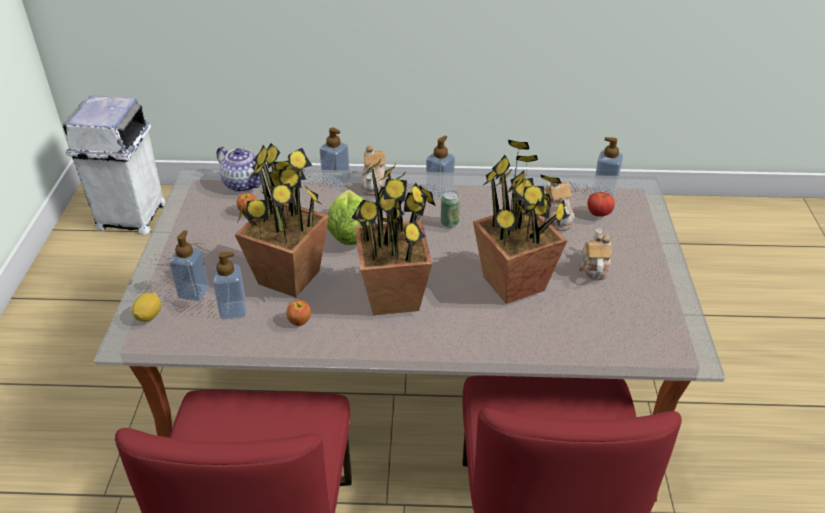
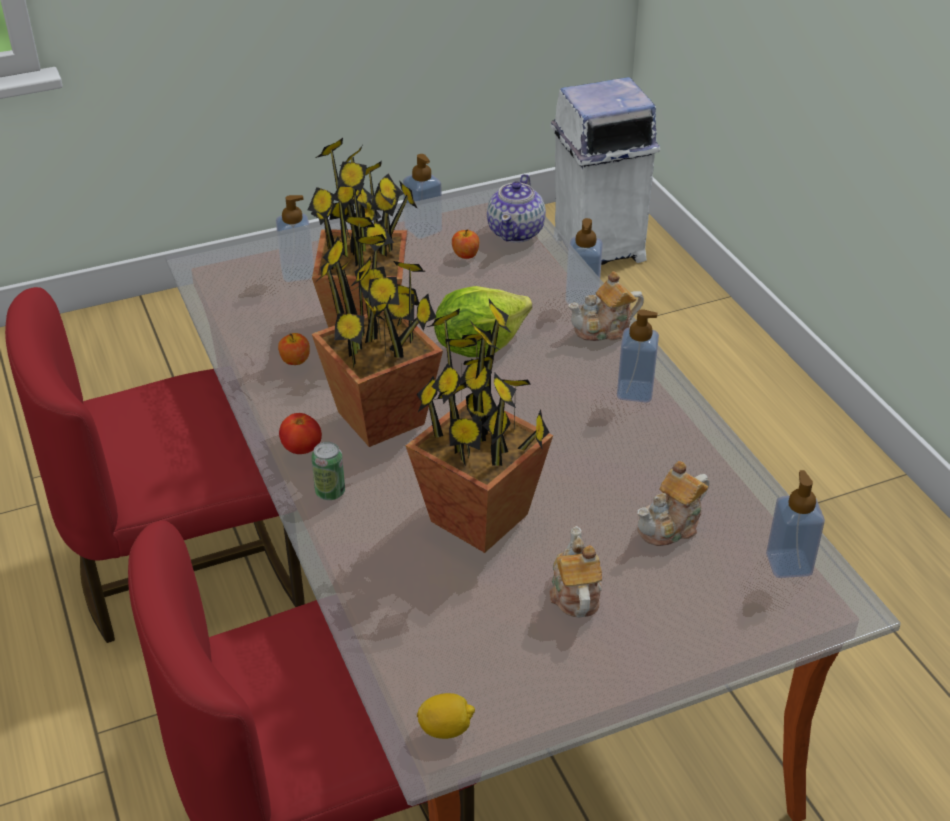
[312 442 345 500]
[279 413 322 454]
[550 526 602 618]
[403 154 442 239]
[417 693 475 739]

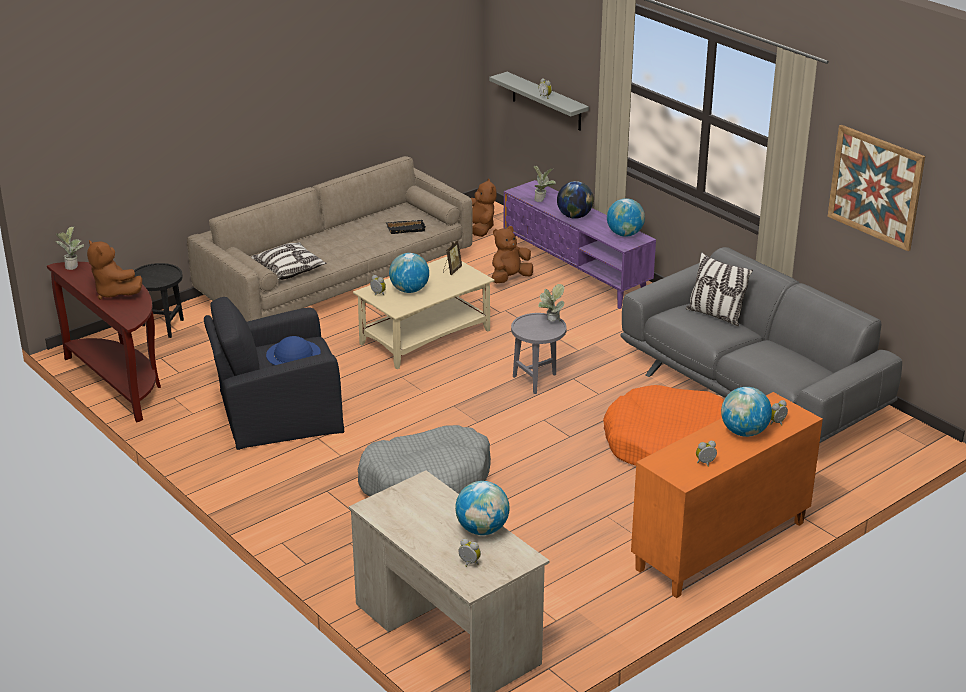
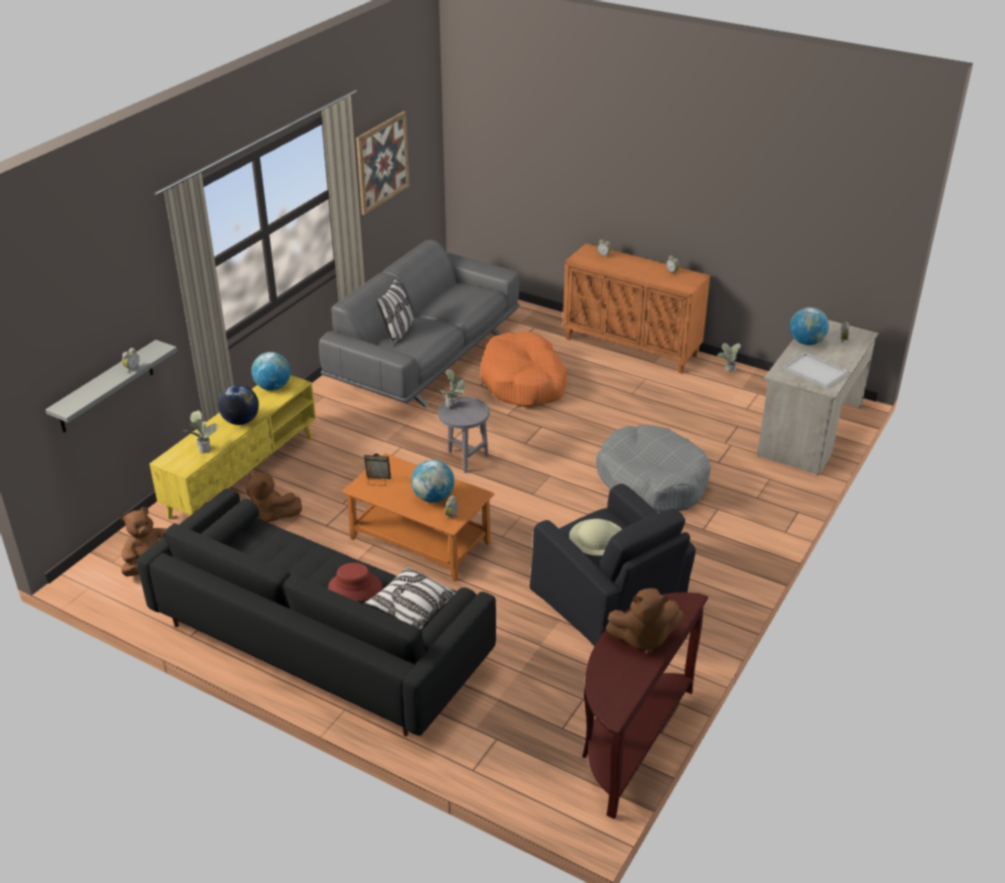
[137 488 496 736]
[150 375 316 519]
[386 220 426 234] (first image)
[717 343 741 374]
[606 588 684 655]
[342 453 494 581]
[134 263 184 338] (first image)
[569 519 622 556]
[721 387 772 437] (first image)
[784 352 848 389]
[328 563 382 601]

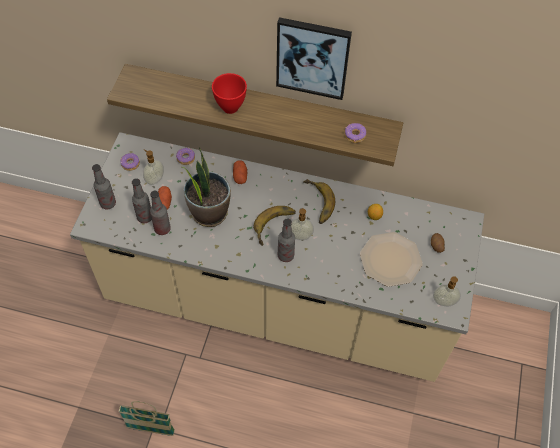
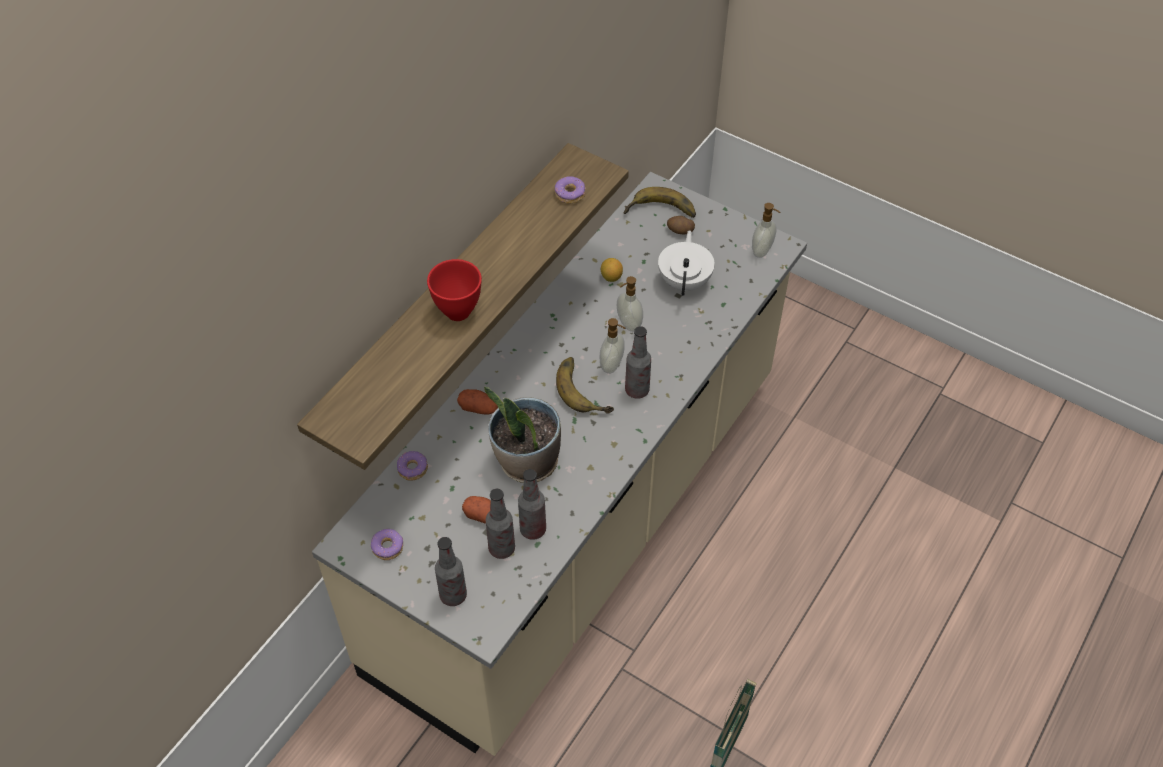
[276 17 352 100] (first image)
[617 276 643 332]
[624 187 696 218]
[658 230 715 296]

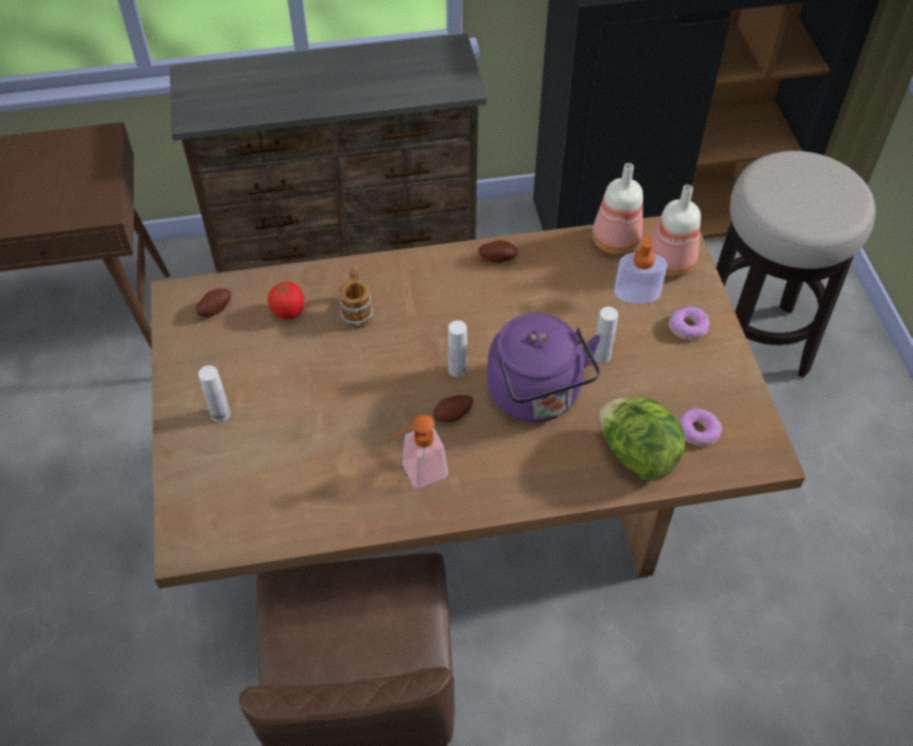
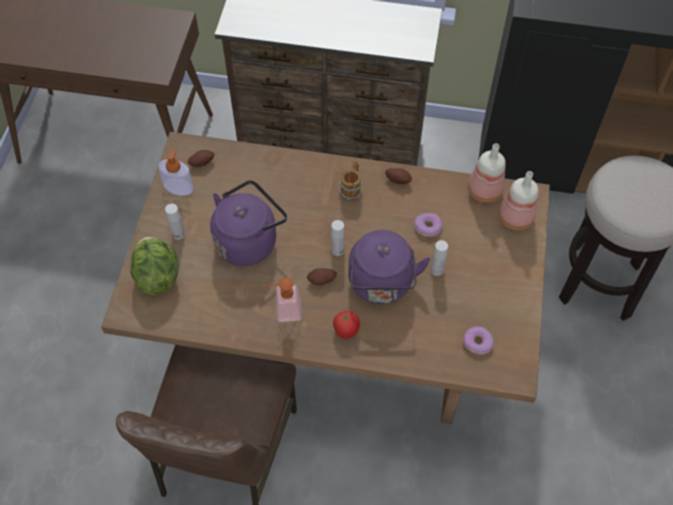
[158 149 193 196]
[339 160 362 202]
[333 311 360 339]
[414 213 442 237]
[130 237 178 295]
[210 180 287 266]

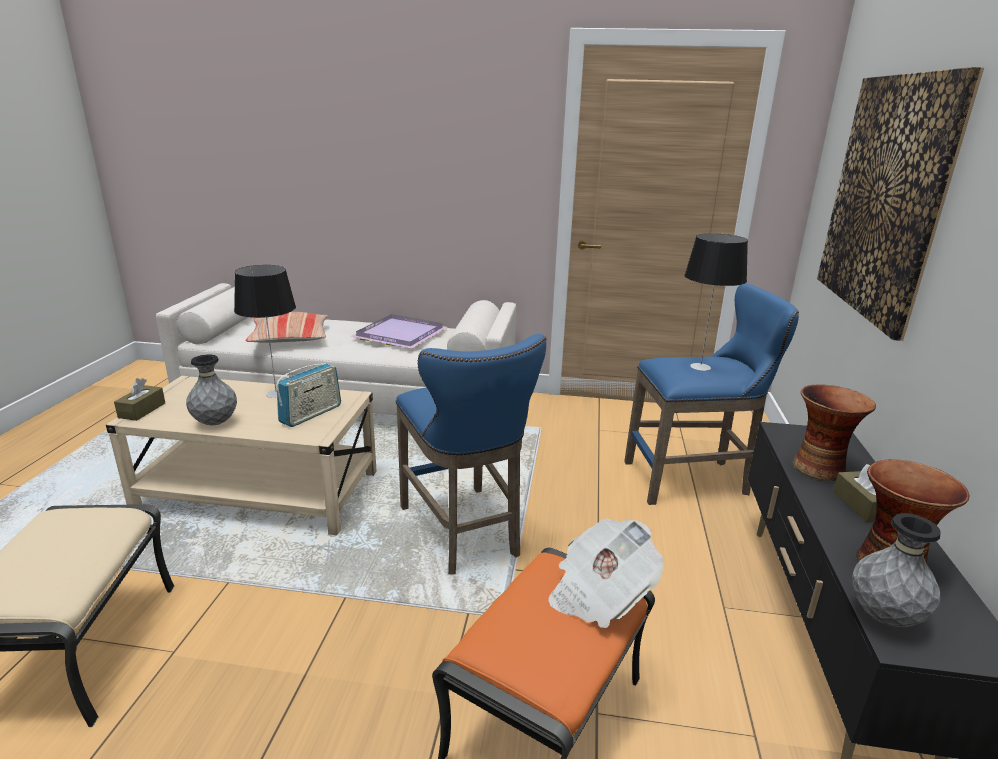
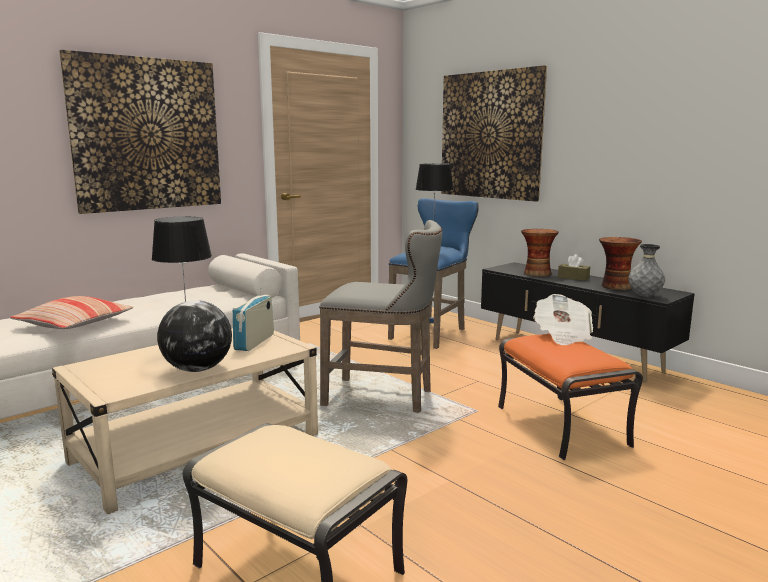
[350 314 448 349] (first image)
[319 220 442 413]
[157 300 232 372]
[233 288 274 351]
[114 378 165 421] (first image)
[59 50 221 214]

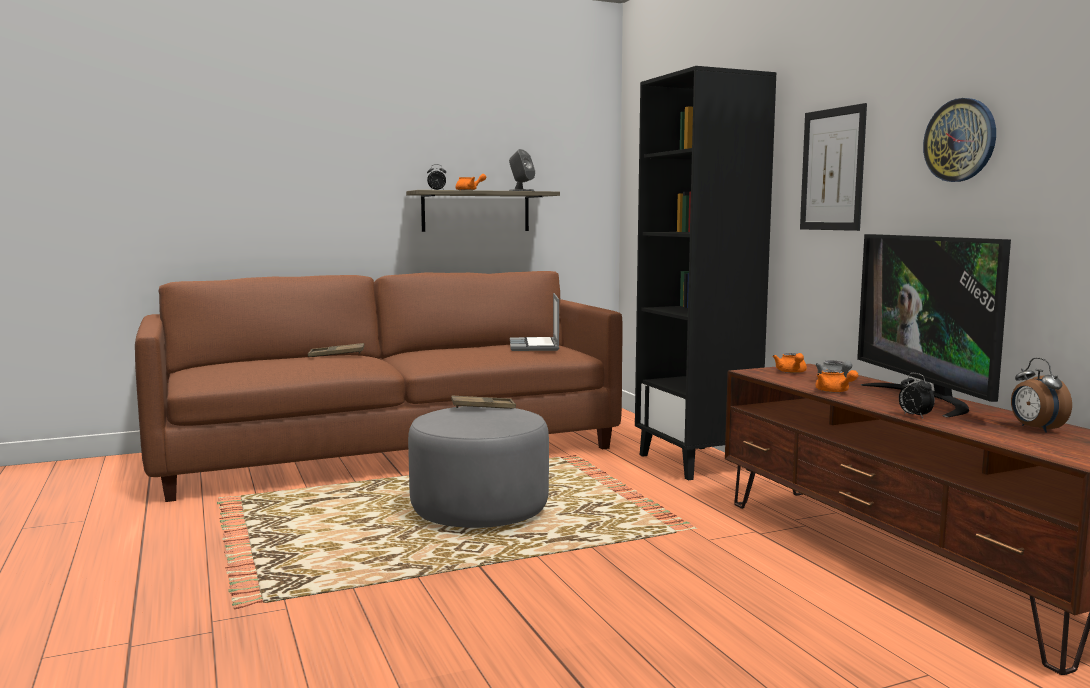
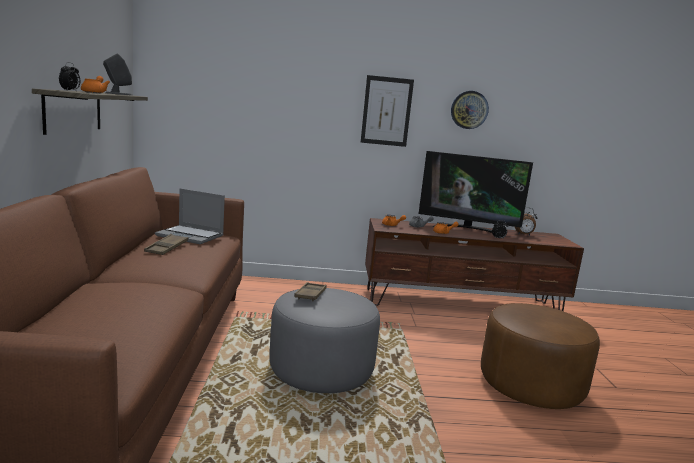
[635 66 776 481] (first image)
[144 234 188 255]
[481 303 600 409]

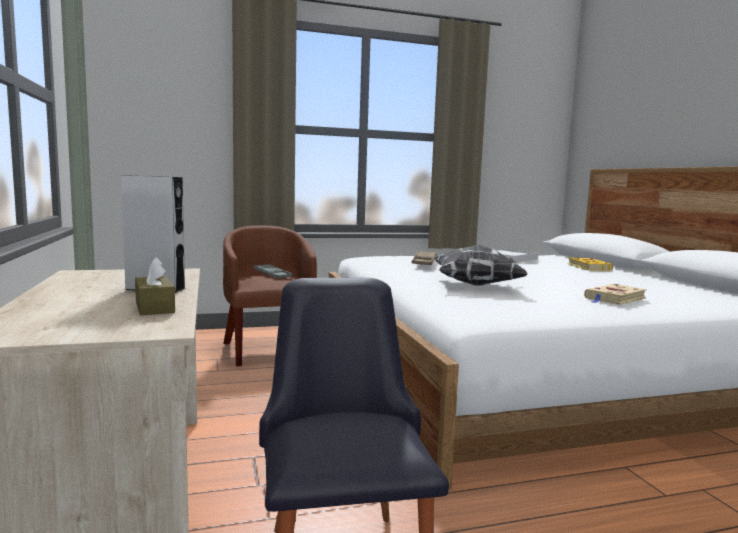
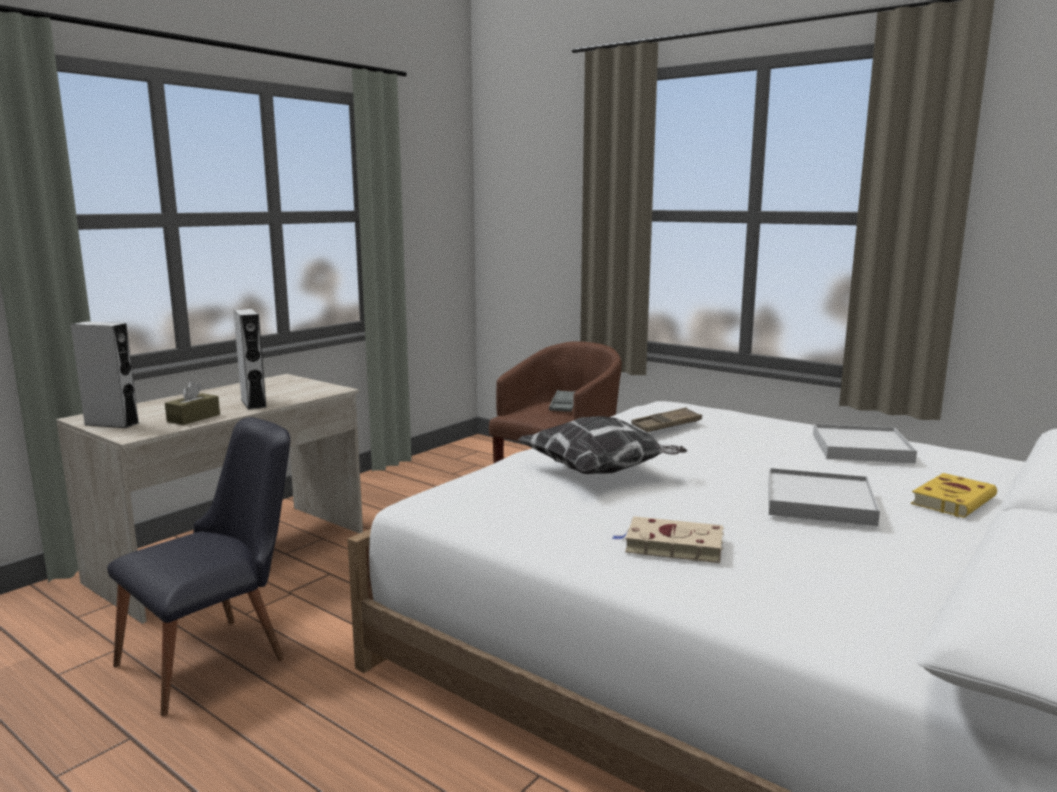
[71 321 139 428]
[768 468 880 526]

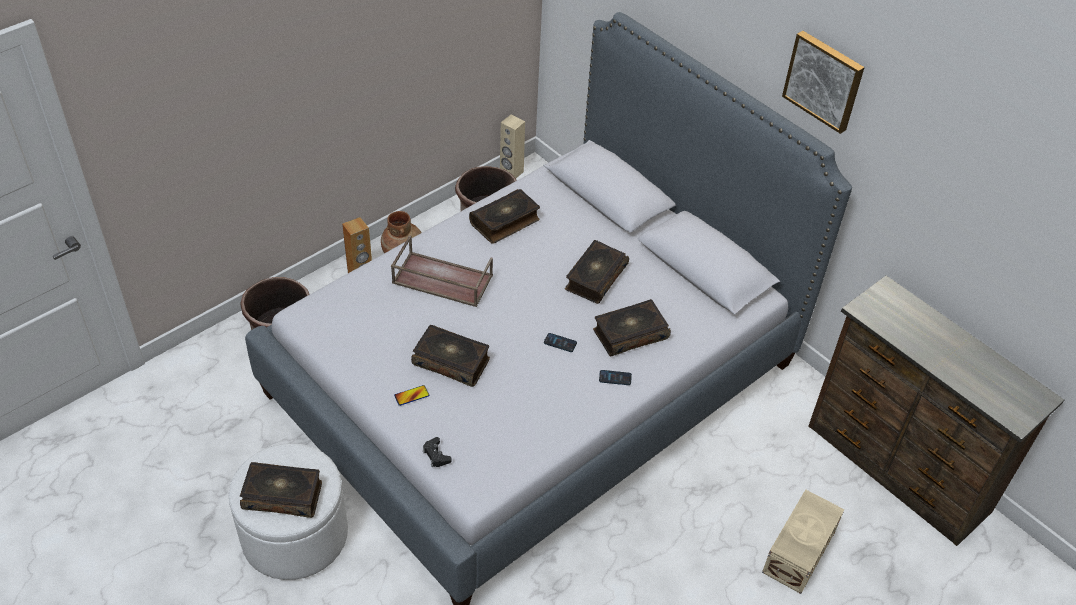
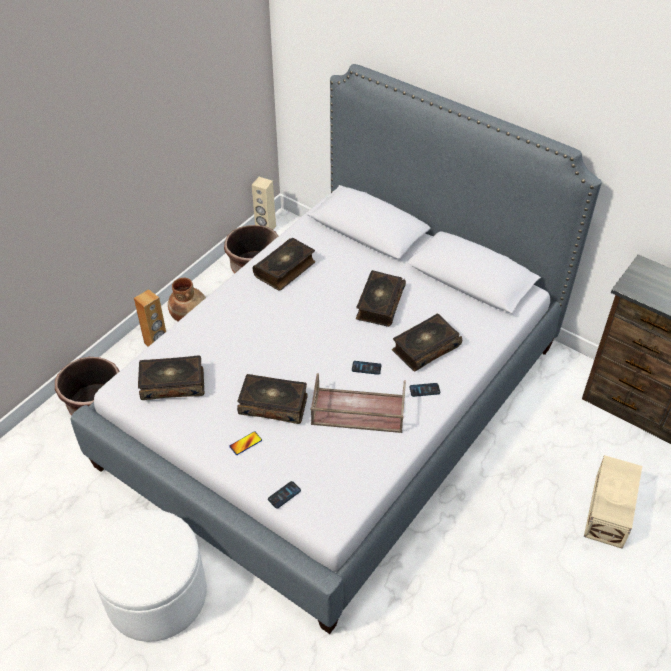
[782 31 865 134] (first image)
[311 373 406 433]
[268 481 301 509]
[138 355 204 400]

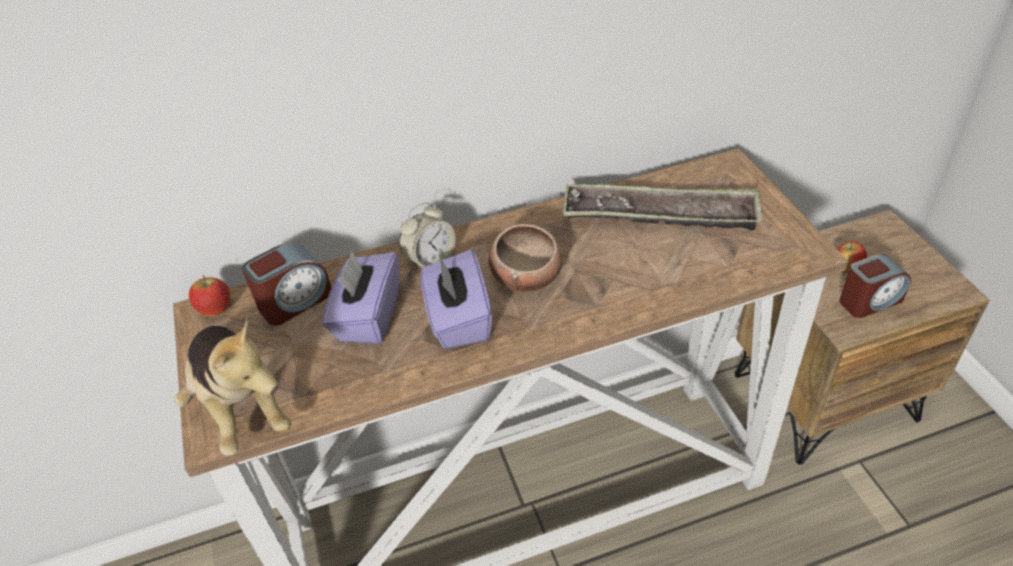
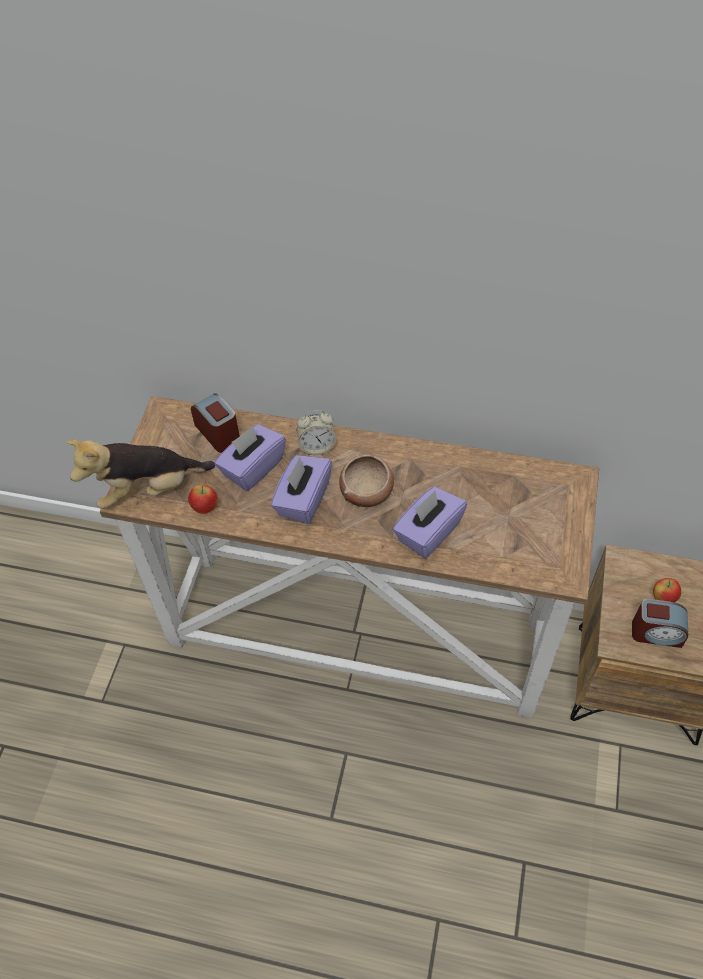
[563 184 763 230] (first image)
[191 393 240 453]
[188 485 218 514]
[66 440 215 508]
[393 487 467 558]

